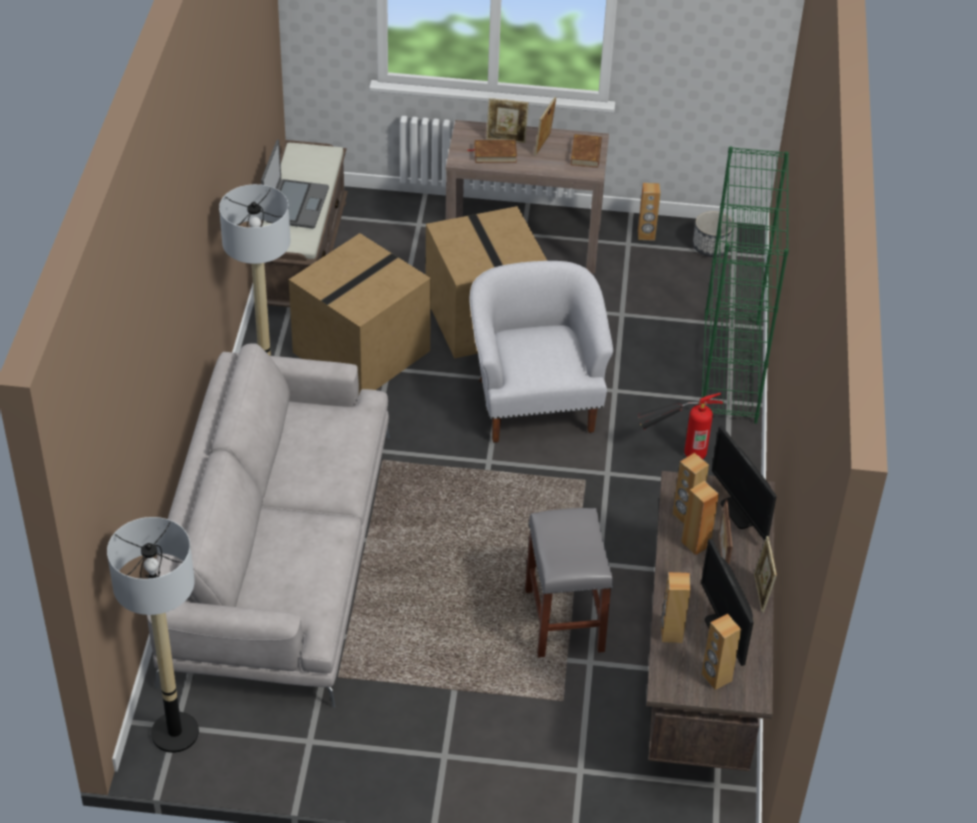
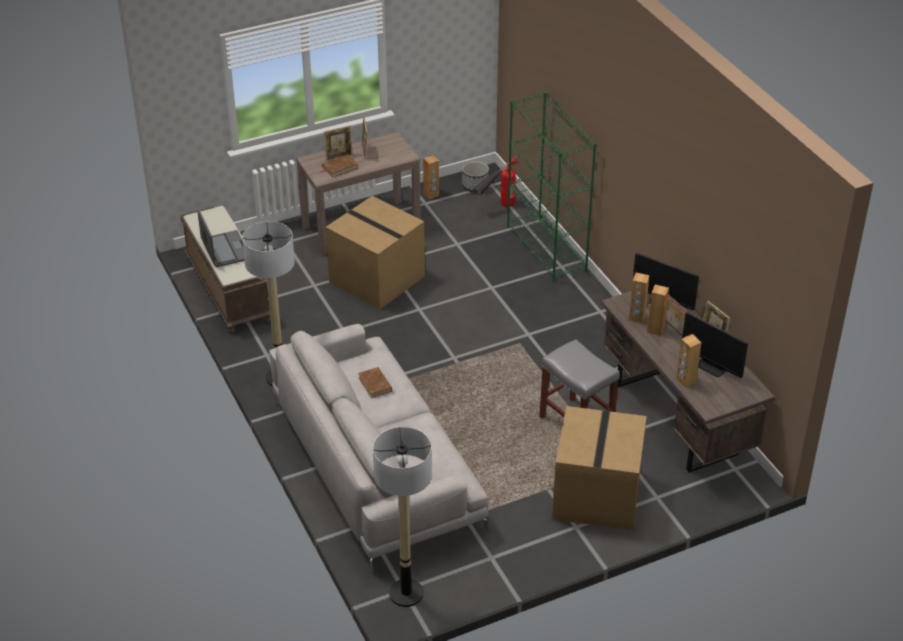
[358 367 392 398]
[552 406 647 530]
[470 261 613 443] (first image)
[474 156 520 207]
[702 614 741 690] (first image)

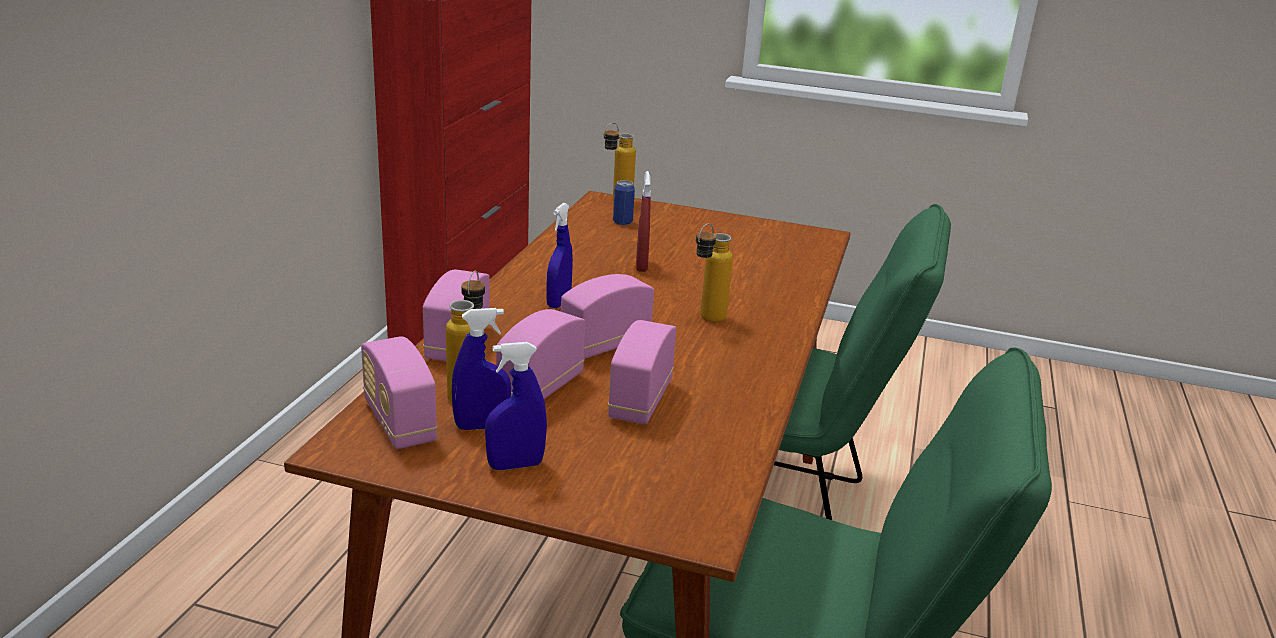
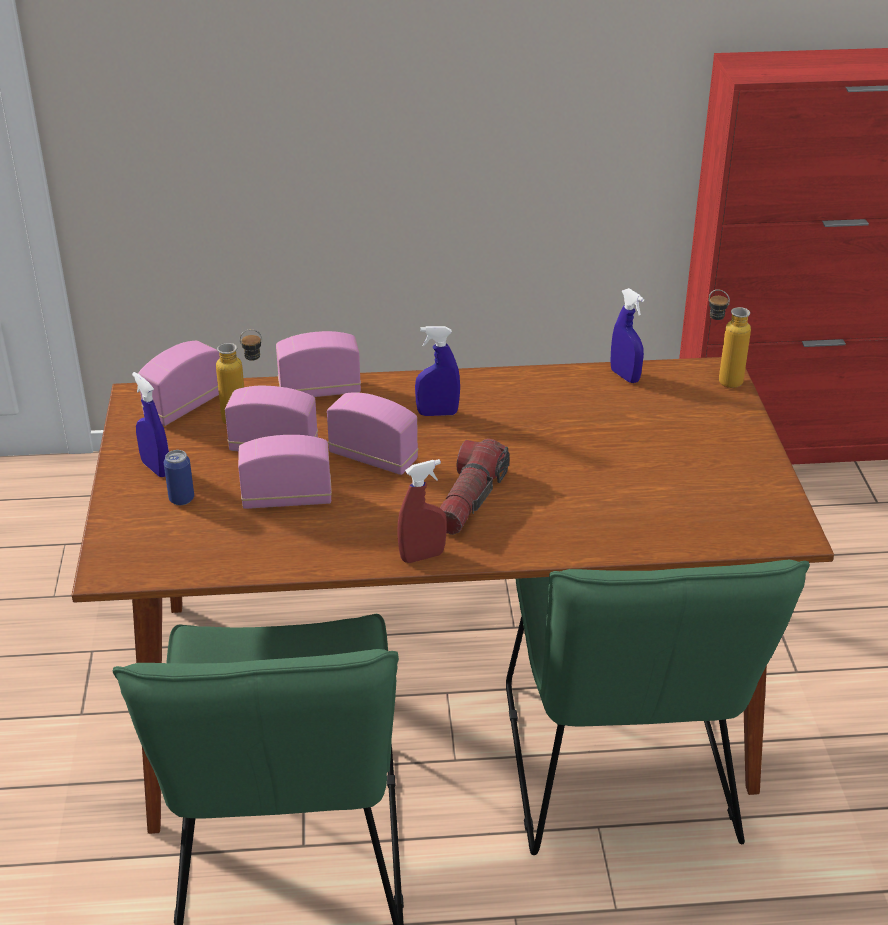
[397 459 447 563]
[164 450 194 505]
[440 439 509 535]
[610 288 644 383]

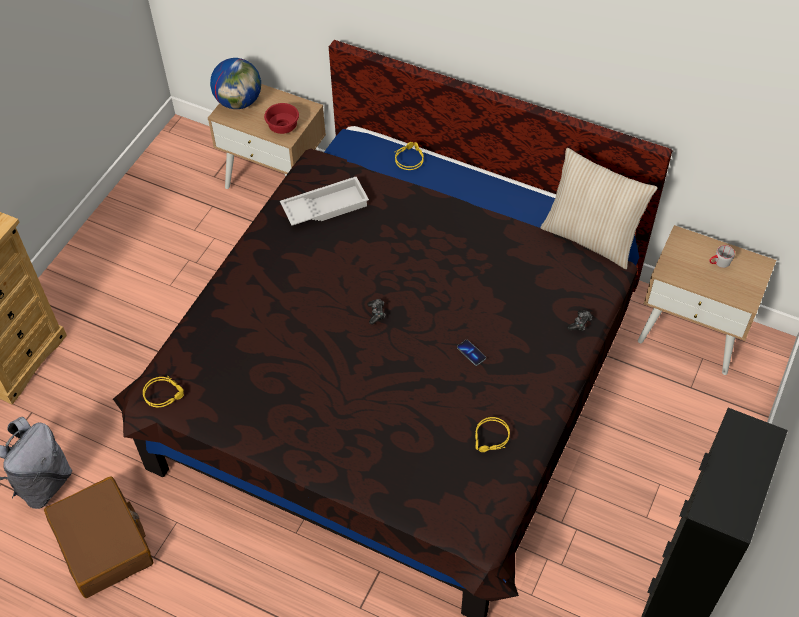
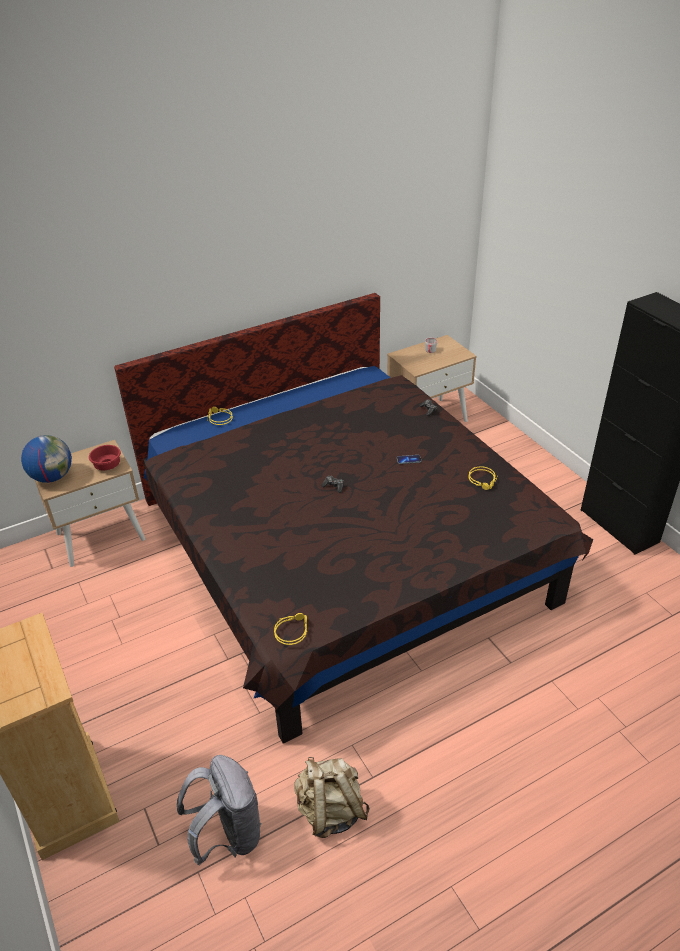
[540 148 657 269] (first image)
[280 177 369 226] (first image)
[294 757 370 838]

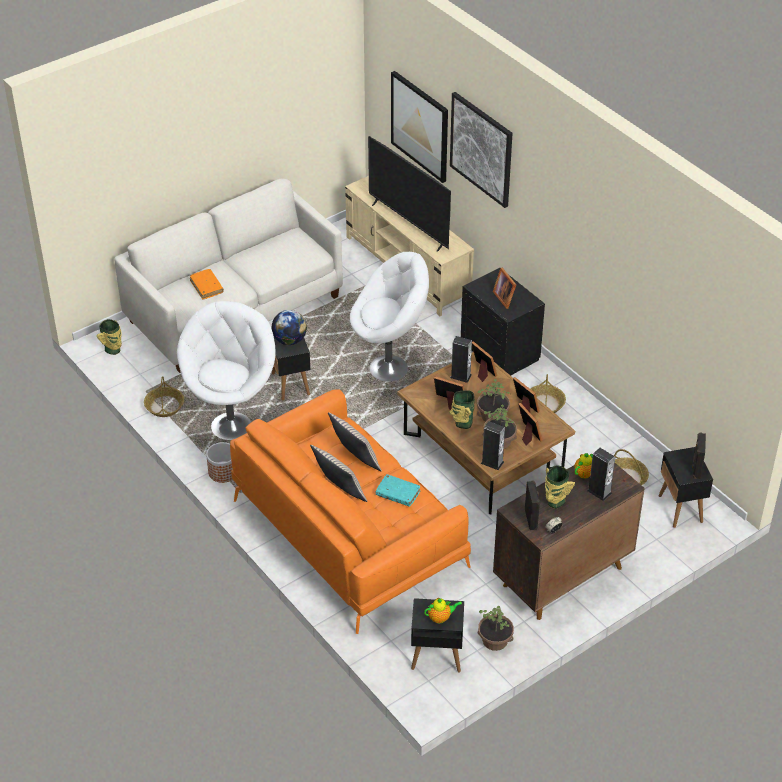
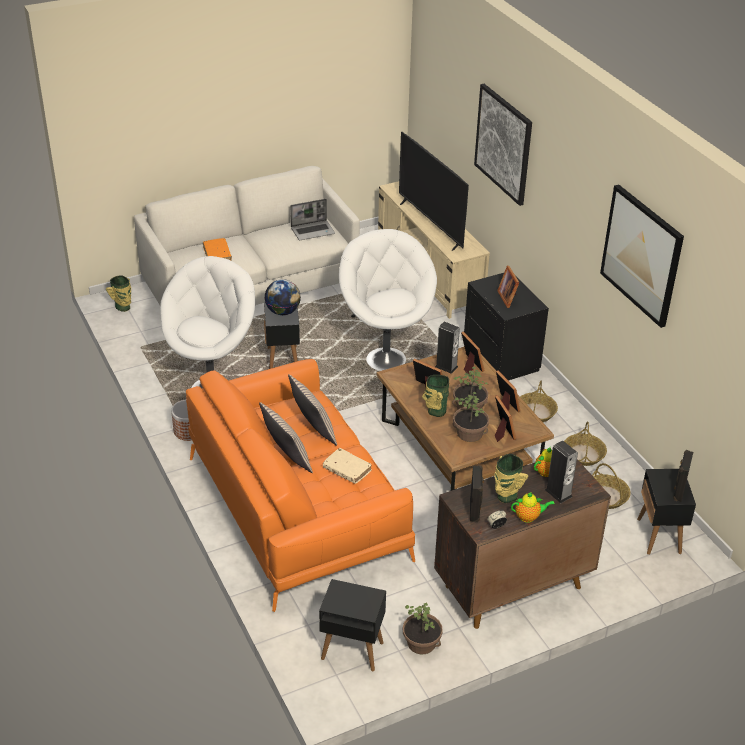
[600 184 684 328]
[339 229 437 371]
[564 421 607 466]
[481 421 505 470] (first image)
[323 448 372 484]
[511 492 554 523]
[290 199 335 240]

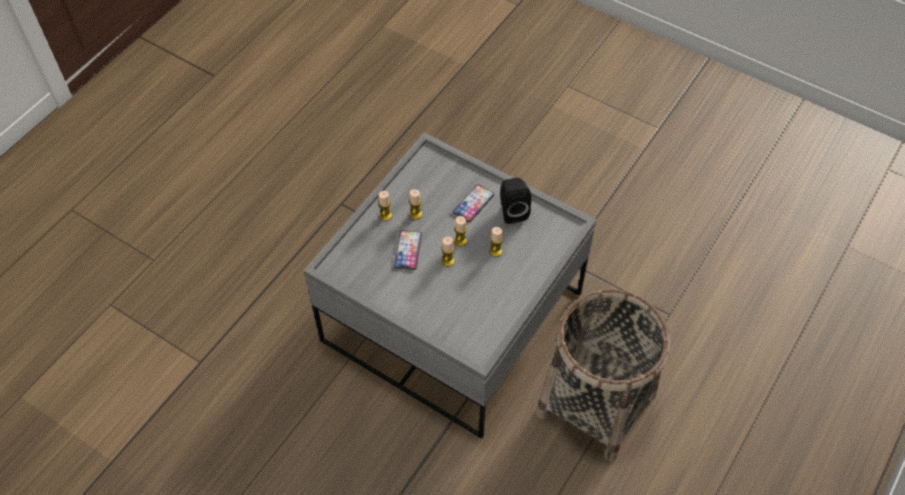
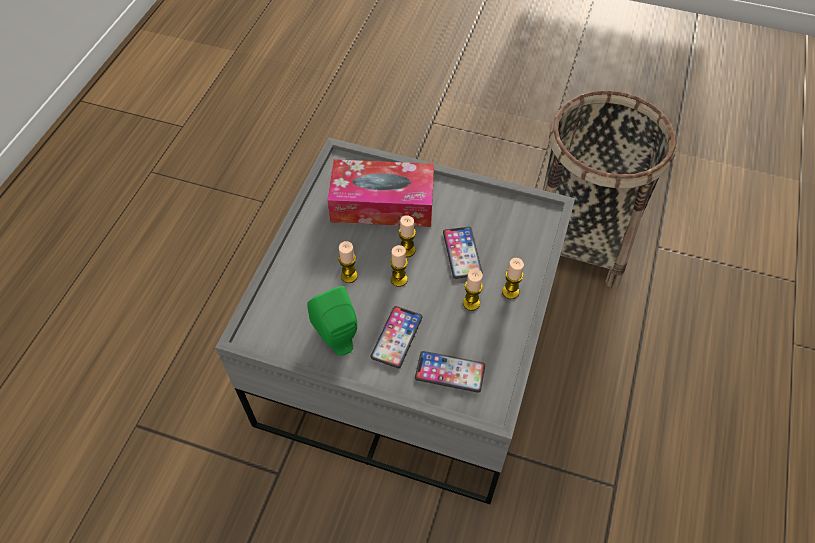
[307 286 357 356]
[543 90 676 288]
[327 159 434 227]
[415 351 485 393]

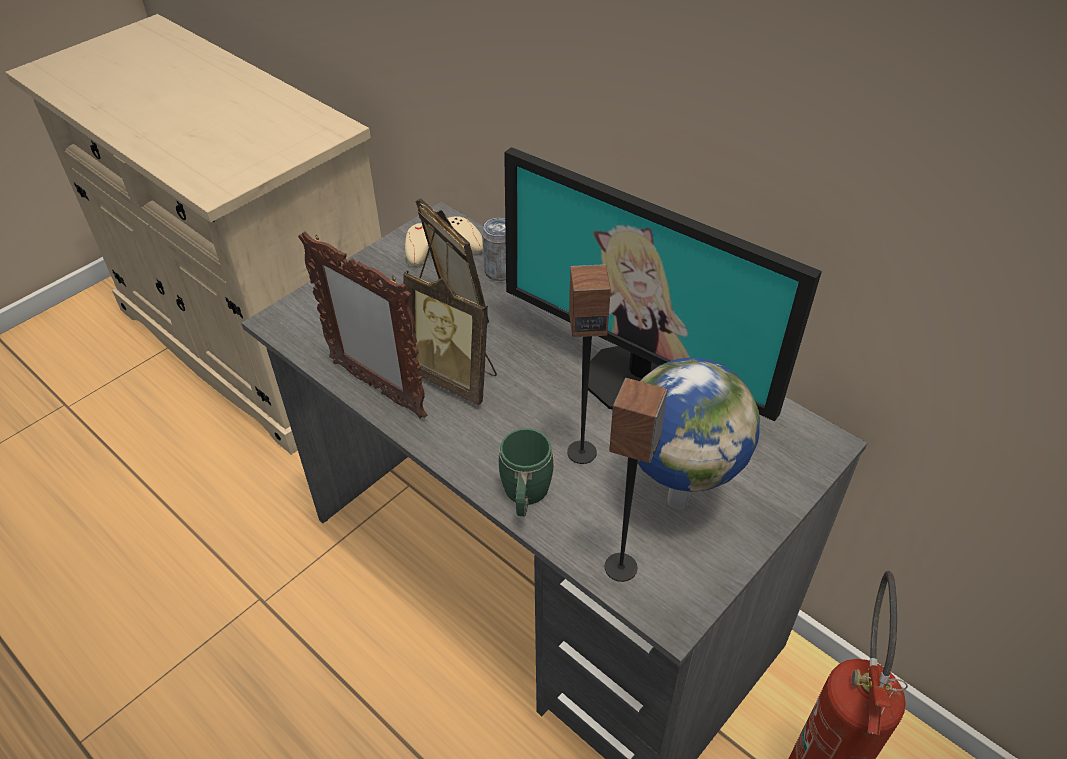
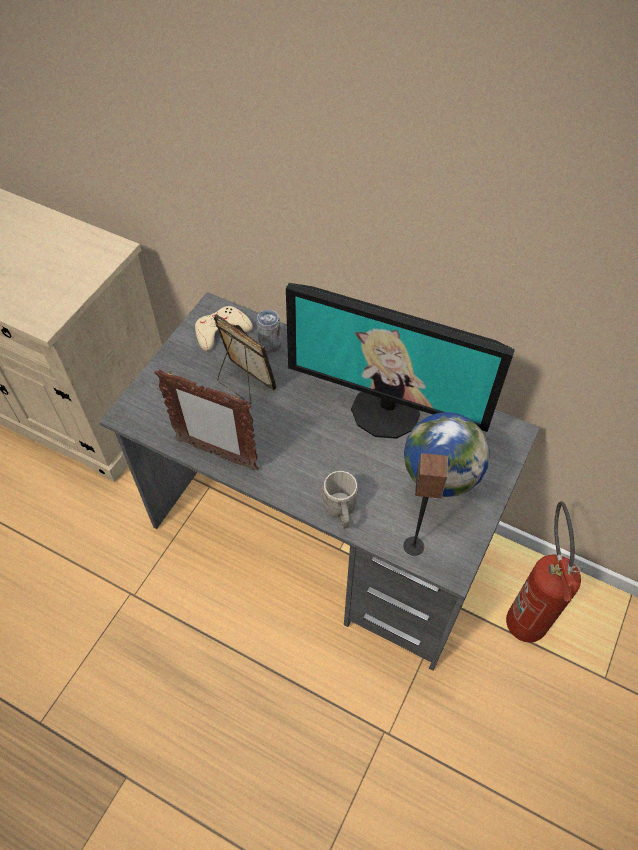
[567 264 611 464] (first image)
[403 270 497 405] (first image)
[321 471 358 529]

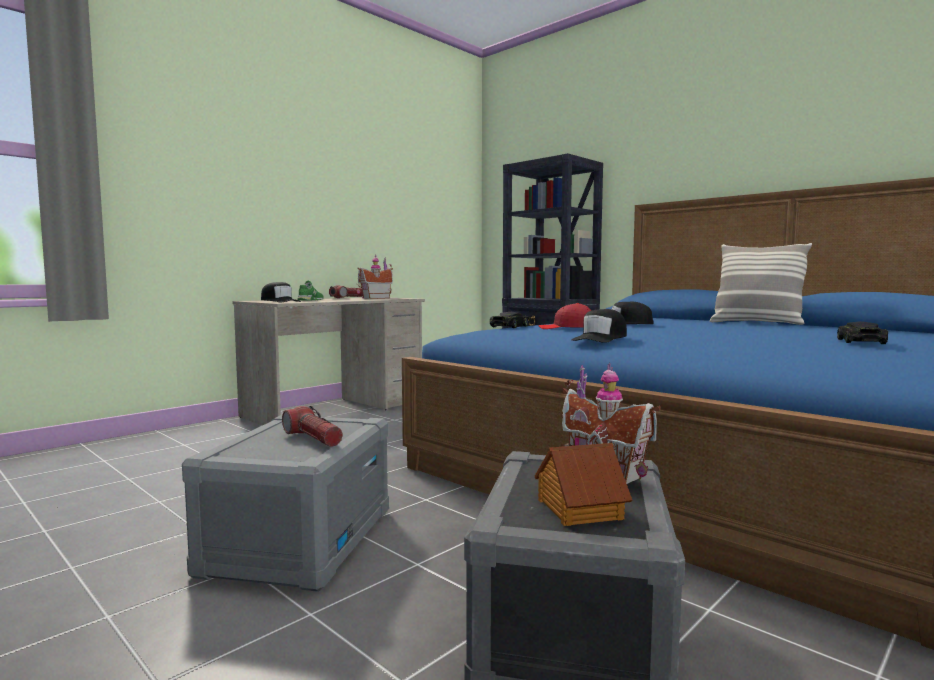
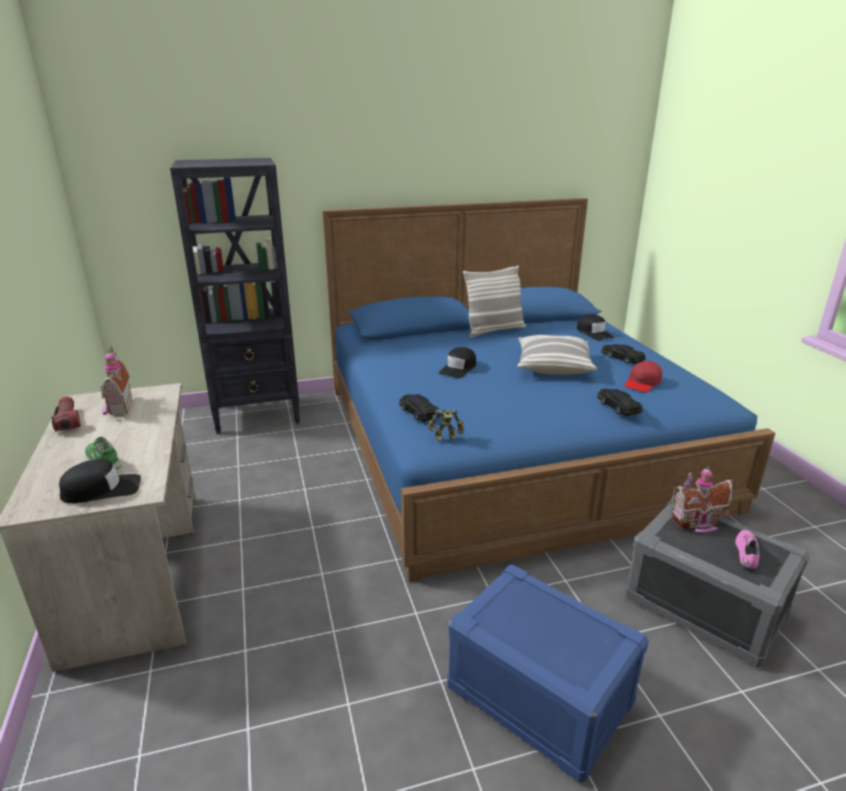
[624 361 662 392]
[577 314 614 341]
[282 406 343 447] (first image)
[447 564 649 782]
[735 530 760 570]
[518 335 597 375]
[597 389 643 416]
[428 409 464 442]

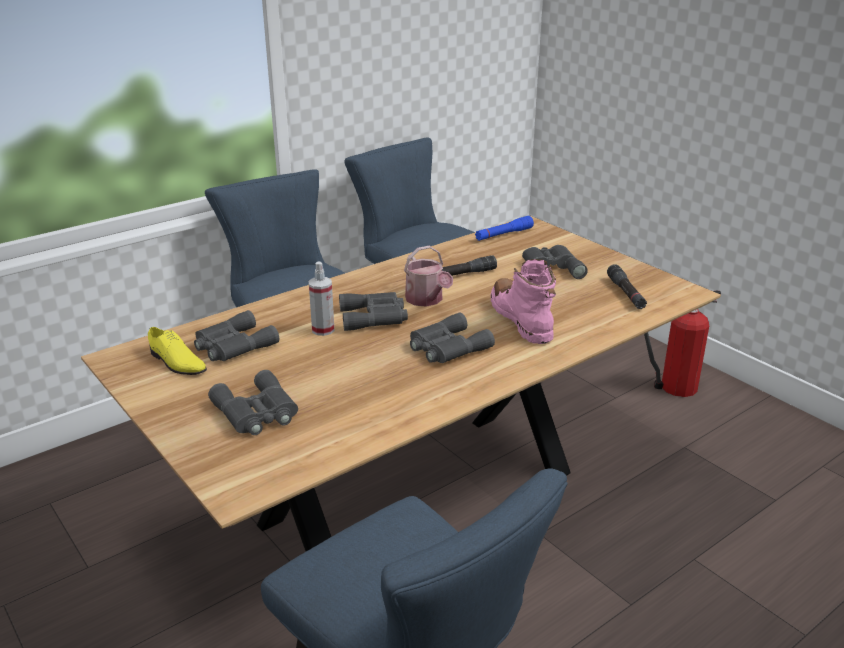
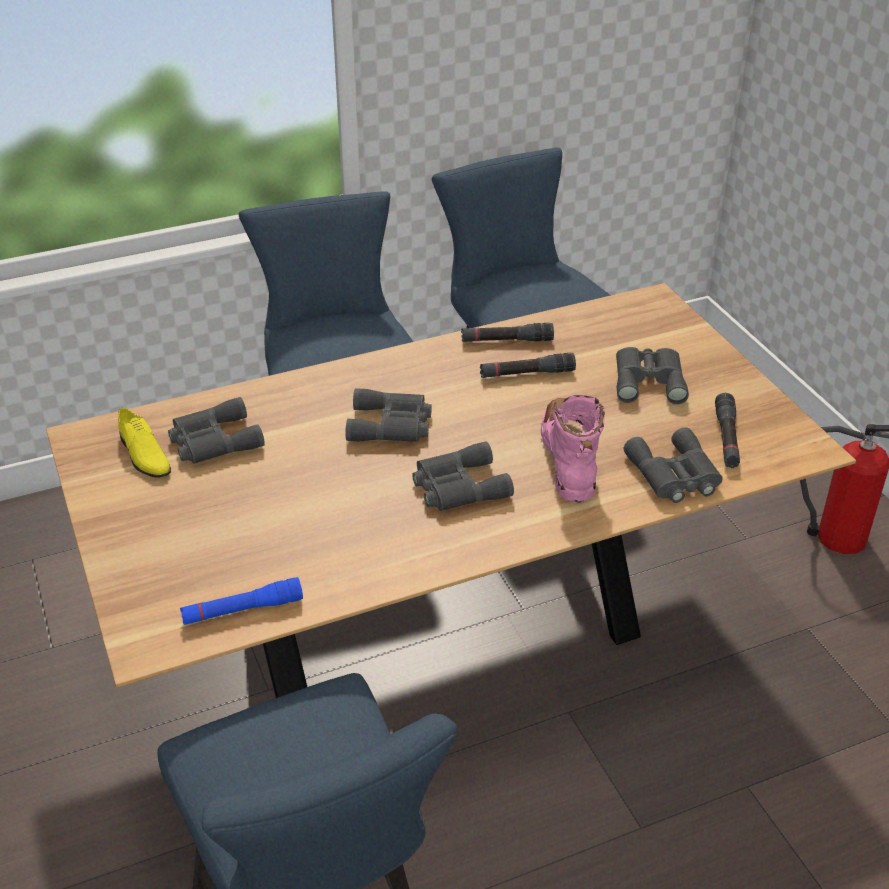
[180 577 303 625]
[404 246 453 307] (first image)
[309 262 335 336] (first image)
[624 427 723 503]
[461 323 554 342]

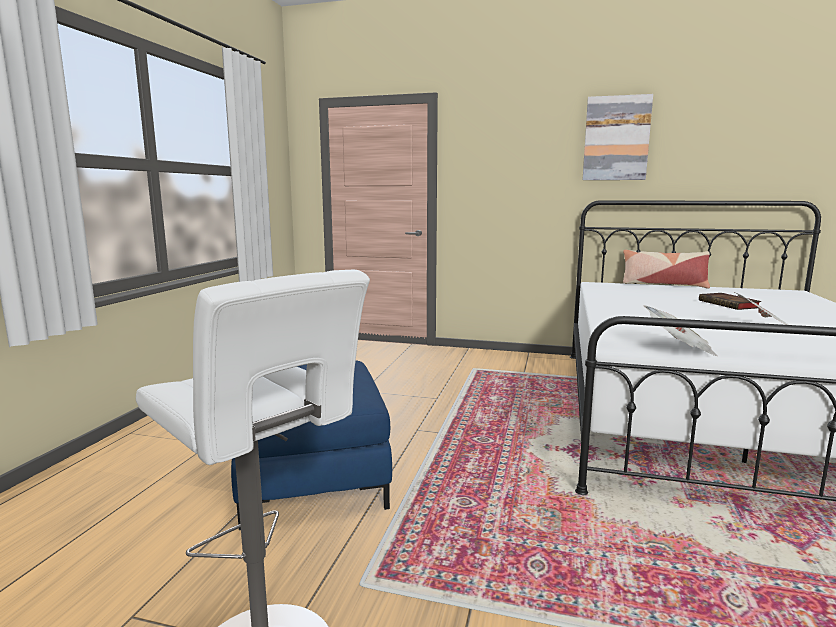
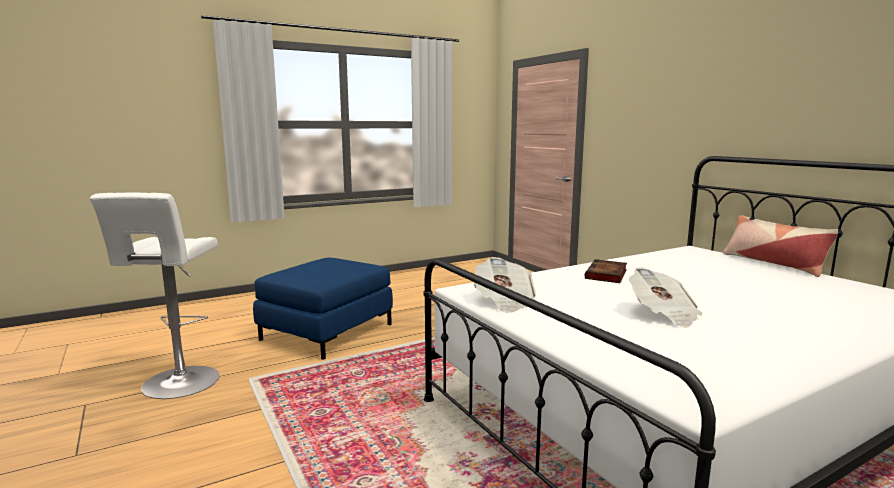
[582 94 653 180] (first image)
[585 259 627 283]

